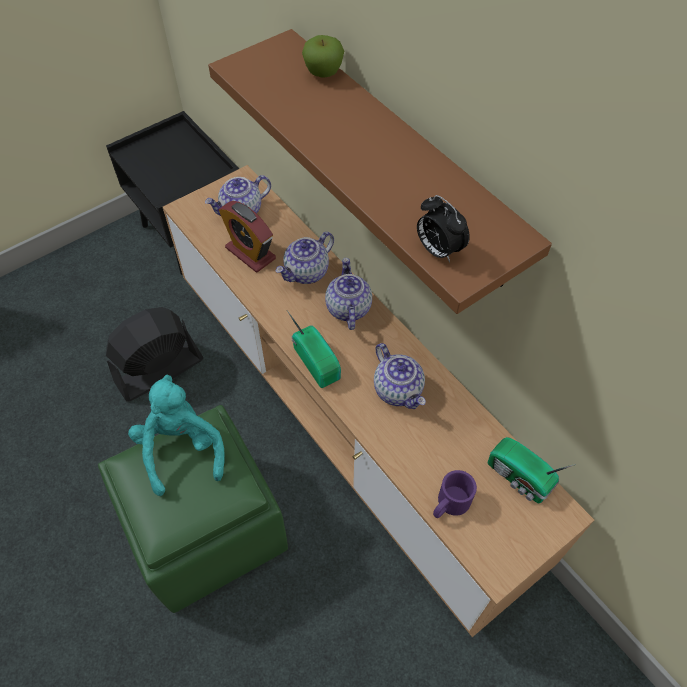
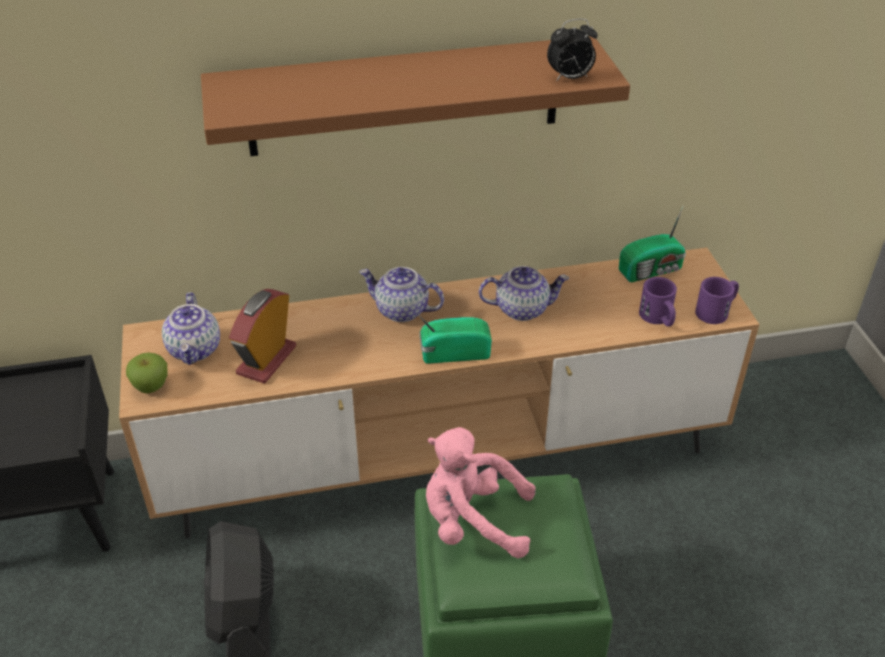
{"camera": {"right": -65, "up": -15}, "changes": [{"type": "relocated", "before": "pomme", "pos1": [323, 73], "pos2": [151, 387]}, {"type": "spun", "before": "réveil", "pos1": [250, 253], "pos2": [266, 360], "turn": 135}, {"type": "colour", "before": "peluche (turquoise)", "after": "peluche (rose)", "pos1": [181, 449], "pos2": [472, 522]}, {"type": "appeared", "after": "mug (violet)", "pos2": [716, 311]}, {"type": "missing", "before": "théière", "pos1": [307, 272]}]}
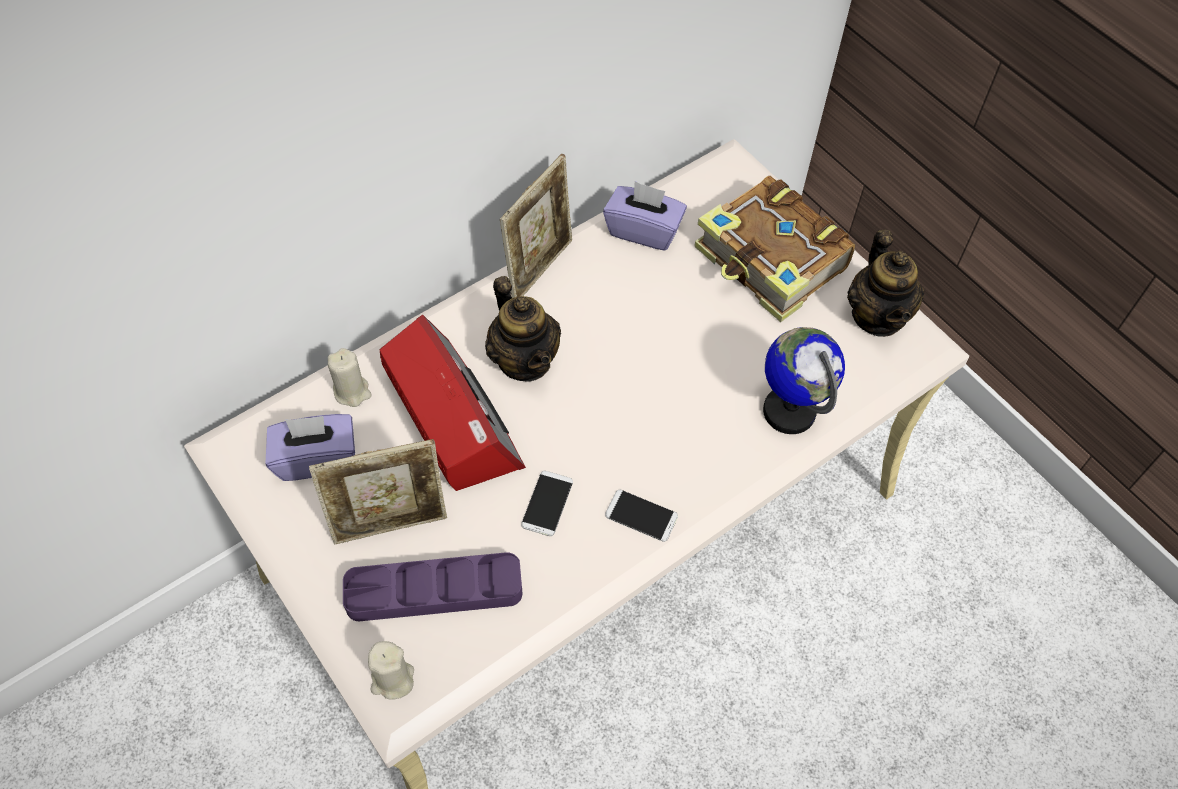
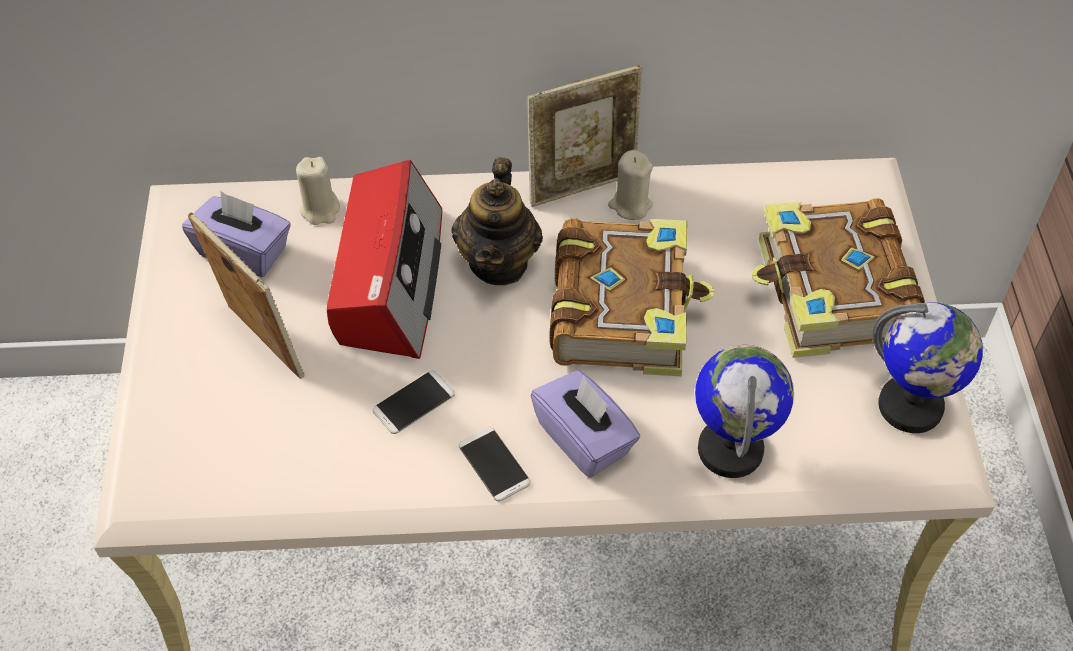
{"camera": {"right": 35, "up": -5}, "changes": [{"type": "spun", "before": "cadre photo", "pos1": [391, 524], "pos2": [260, 343], "turn": -150}, {"type": "relocated", "before": "boîte à mouchoirs (violet)", "pos1": [643, 230], "pos2": [584, 439]}, {"type": "appeared", "after": "livre", "pos2": [623, 310]}, {"type": "relocated", "before": "bougie (beige)", "pos1": [392, 679], "pos2": [630, 205]}, {"type": "exchanged", "before": "théière", "after": "globe", "pos1": [877, 316], "pos2": [910, 407]}, {"type": "missing", "before": "plateau (violet)", "pos1": [434, 591]}]}
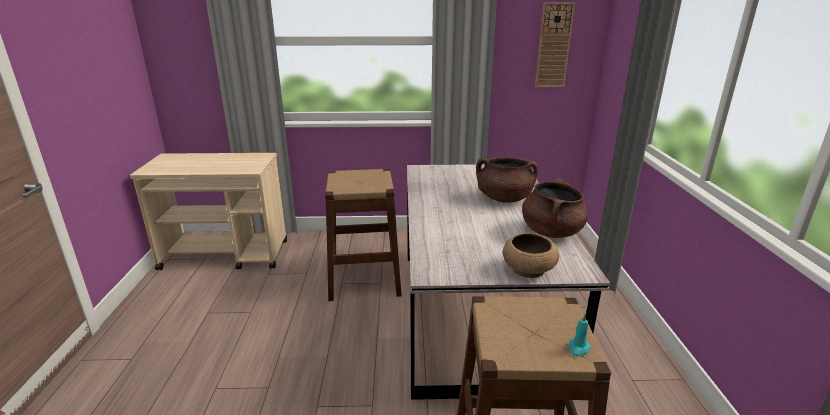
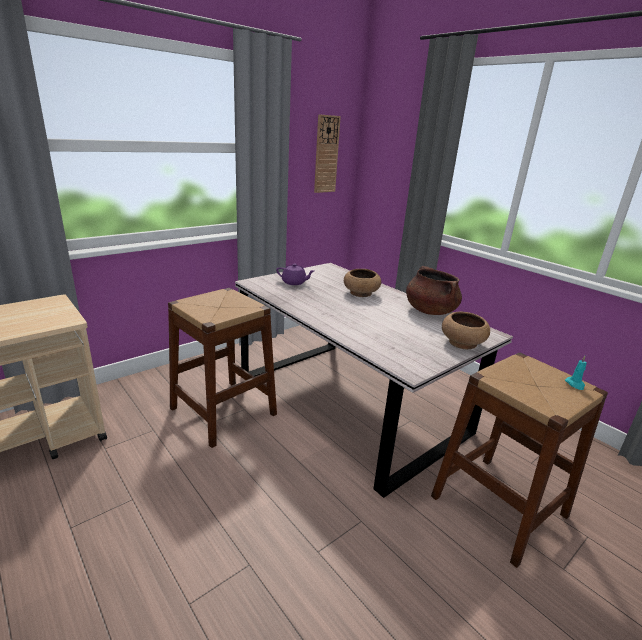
{"camera": {"right": -40, "up": 0}, "changes": [{"type": "appeared", "after": "théière (violet)", "pos2": [294, 282]}, {"type": "exchanged", "before": "marmite (marron)", "after": "bol (marron)", "pos1": [504, 198], "pos2": [361, 293]}]}
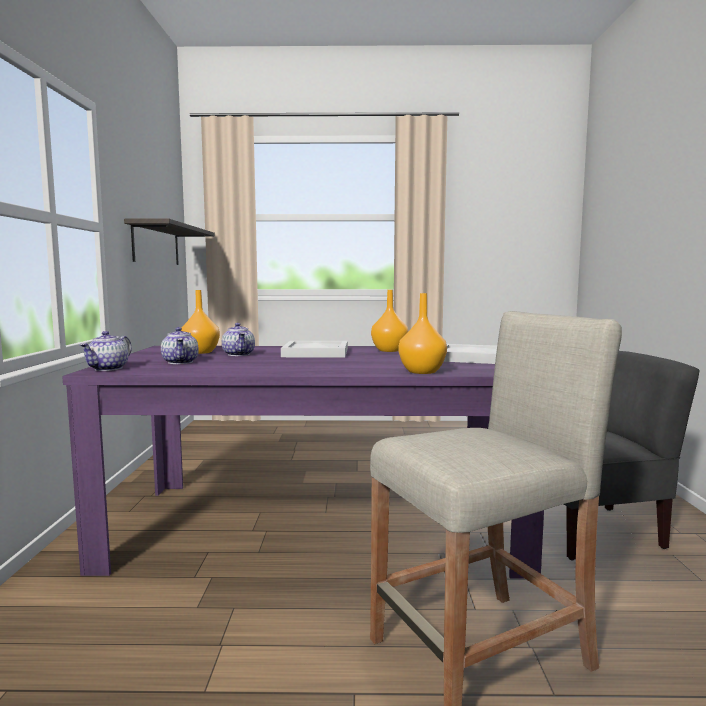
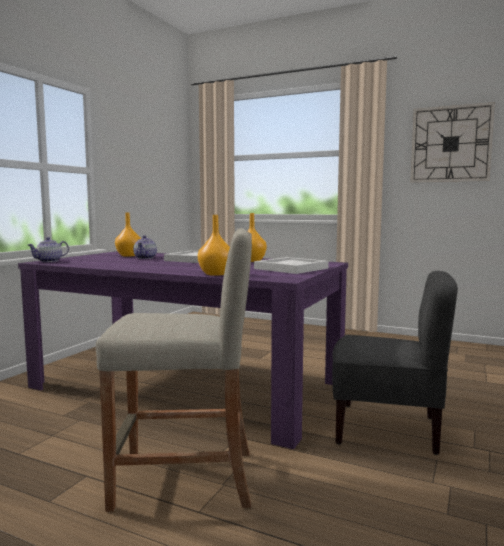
{"camera": {"right": 25, "up": 0}, "changes": [{"type": "appeared", "after": "horloge murale", "pos2": [450, 144]}, {"type": "missing", "before": "étagère", "pos1": [156, 245]}, {"type": "missing", "before": "théière", "pos1": [181, 362]}]}
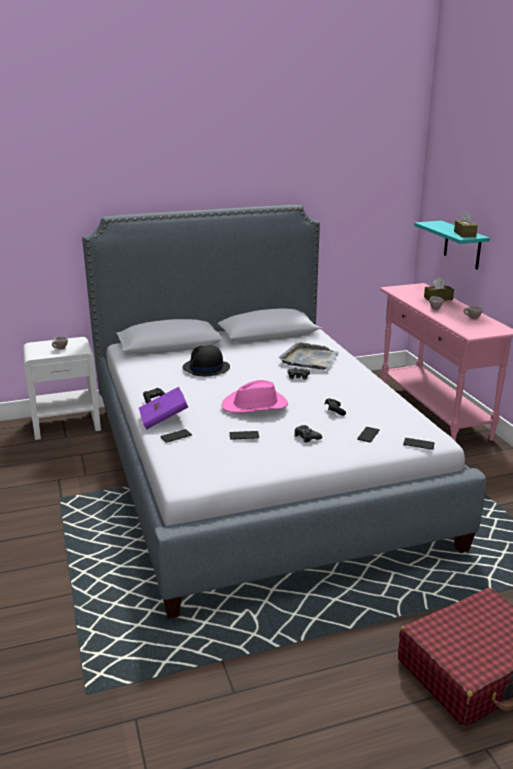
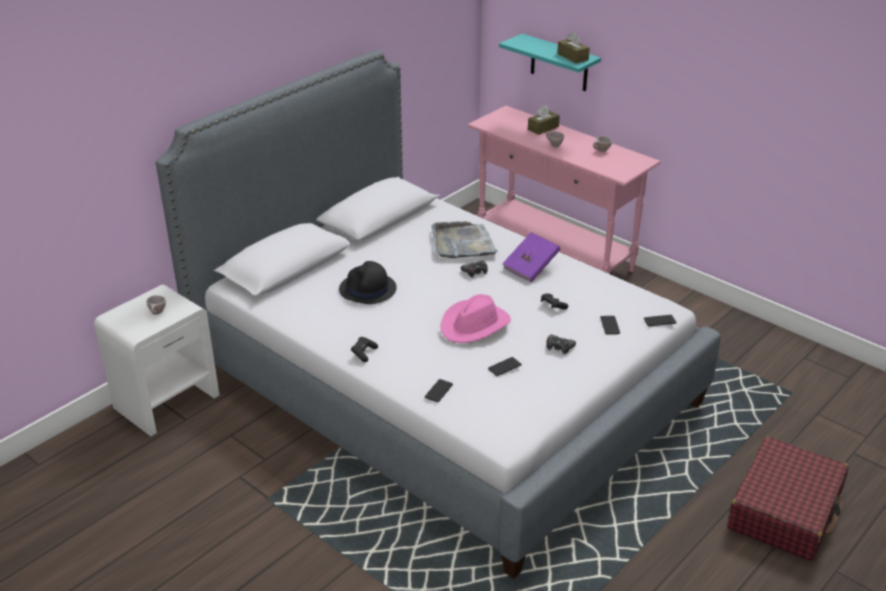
{"camera": {"right": -30, "up": 10}, "changes": [{"type": "relocated", "before": "livre (violet)", "pos1": [163, 419], "pos2": [531, 268]}]}
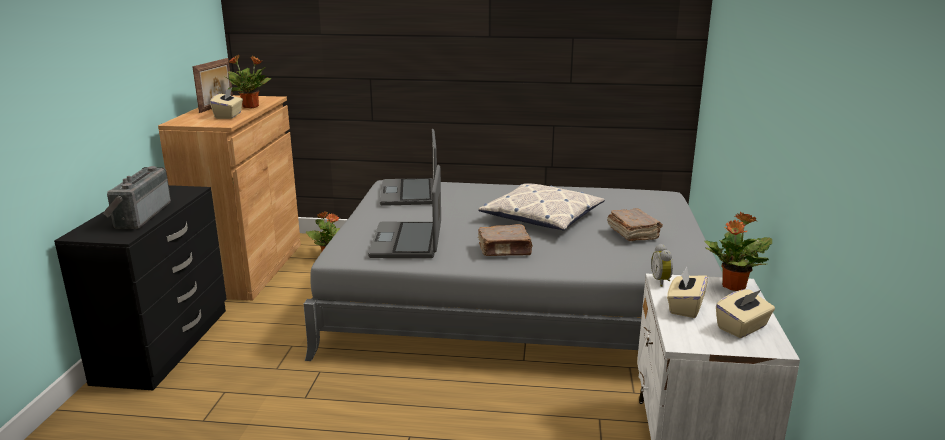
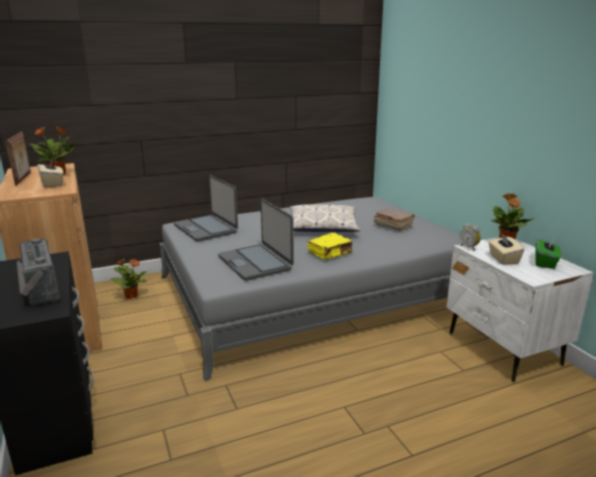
{"camera": {"right": -30, "up": 0}, "changes": [{"type": "colour", "before": "livre (marron)", "after": "livre (jaune)", "pos1": [505, 250], "pos2": [330, 253]}, {"type": "colour", "before": "boîte à mouchoirs (beige)", "after": "boîte à mouchoirs (vert)", "pos1": [742, 327], "pos2": [545, 263]}]}
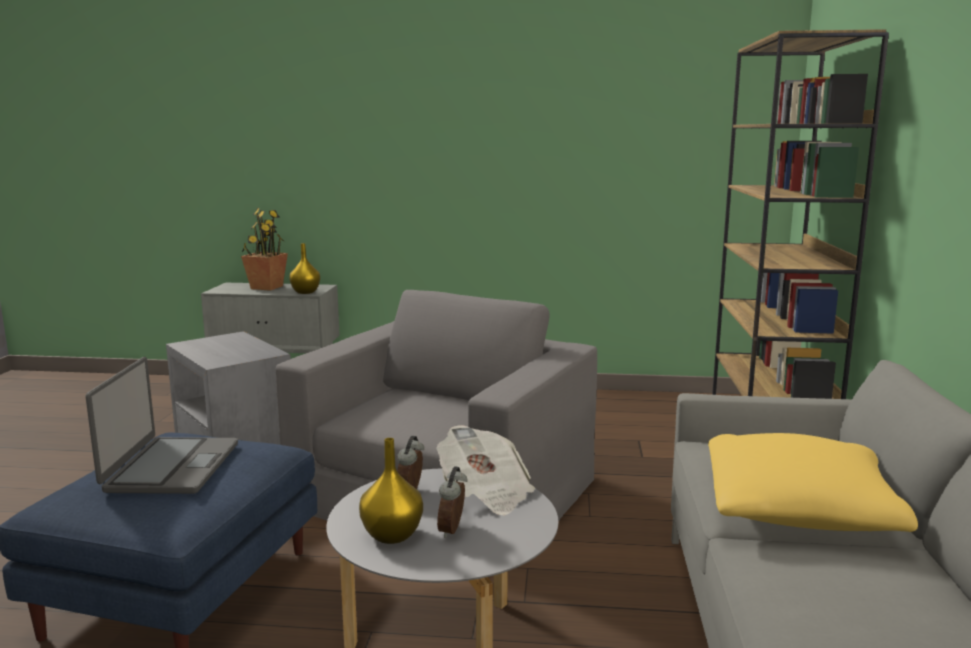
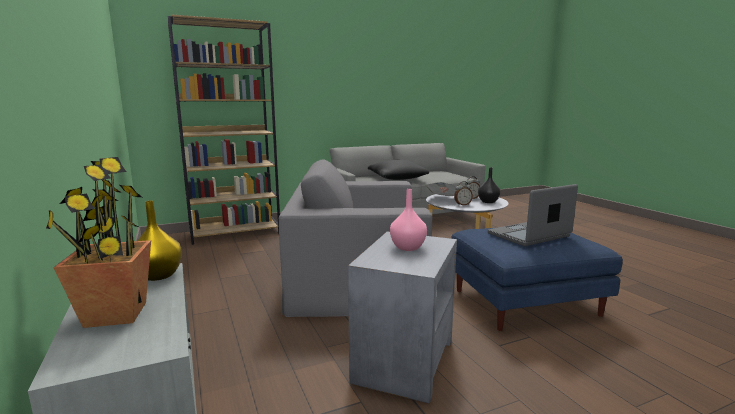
{"camera": {"right": -120, "up": 0}, "changes": [{"type": "colour", "before": "coussin (jaune)", "after": "coussin (noir)", "pos1": [798, 509], "pos2": [397, 179]}, {"type": "appeared", "after": "vase (rose)", "pos2": [407, 247]}, {"type": "colour", "before": "vase (jaune)", "after": "vase (noir)", "pos1": [392, 534], "pos2": [488, 202]}]}
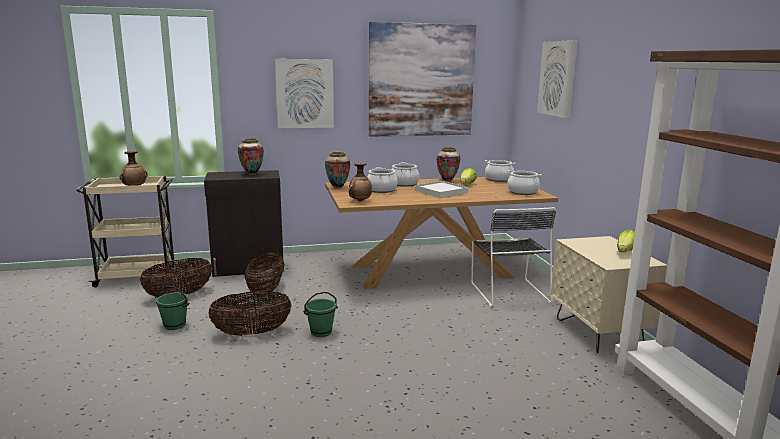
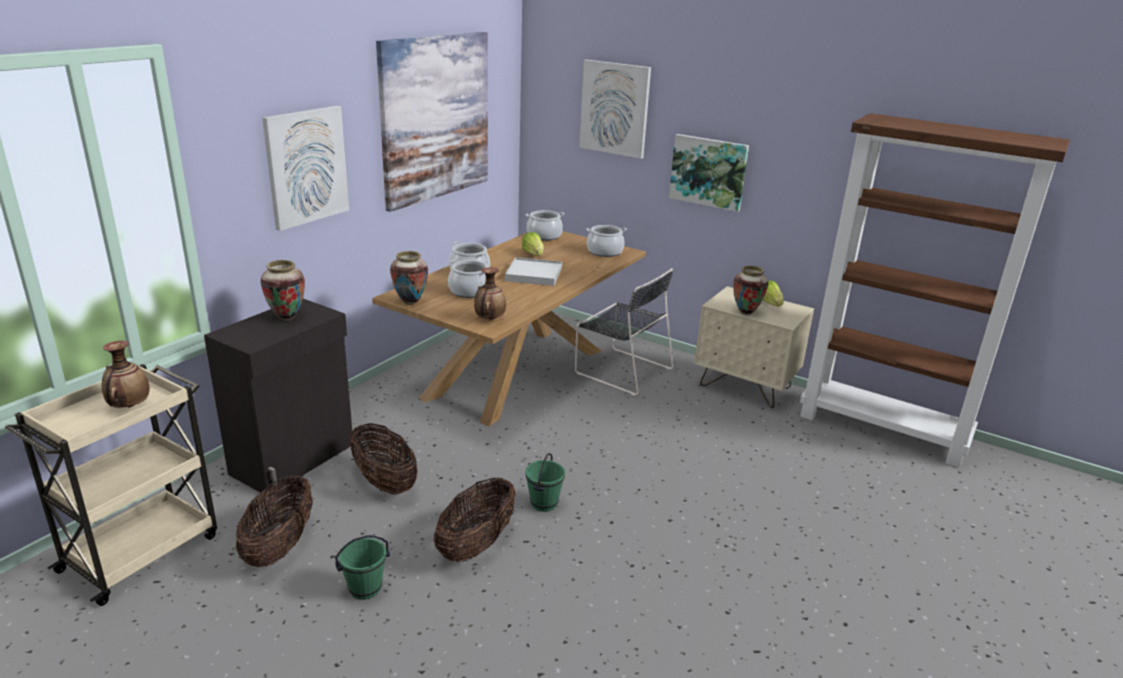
{"camera": {"right": -45, "up": 10}, "changes": [{"type": "appeared", "after": "tableau", "pos2": [708, 172]}, {"type": "relocated", "before": "vase", "pos1": [447, 180], "pos2": [746, 312]}]}
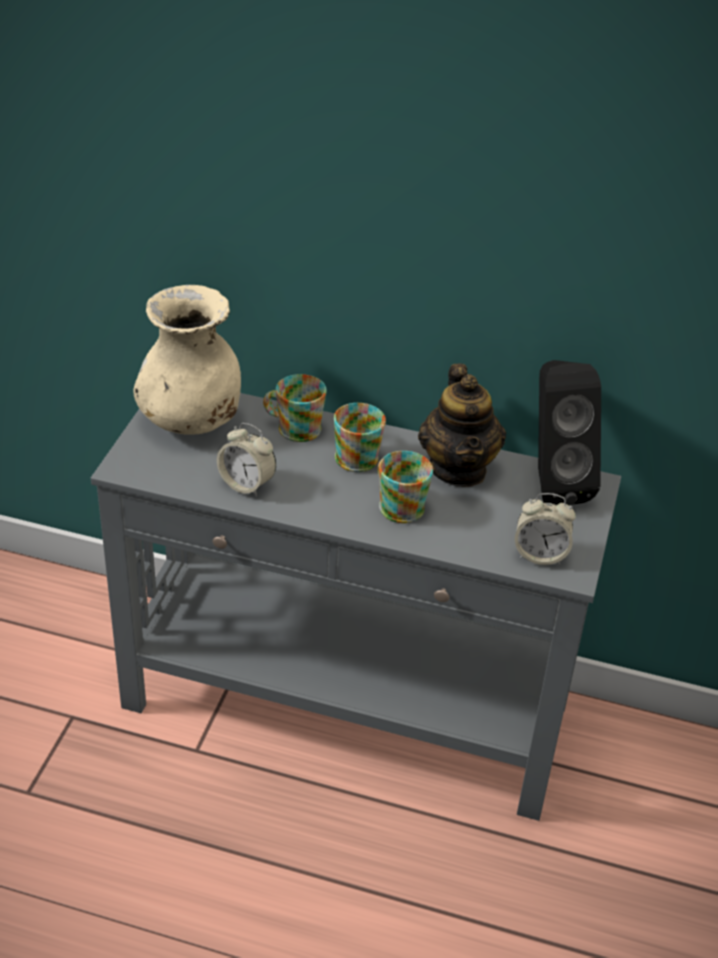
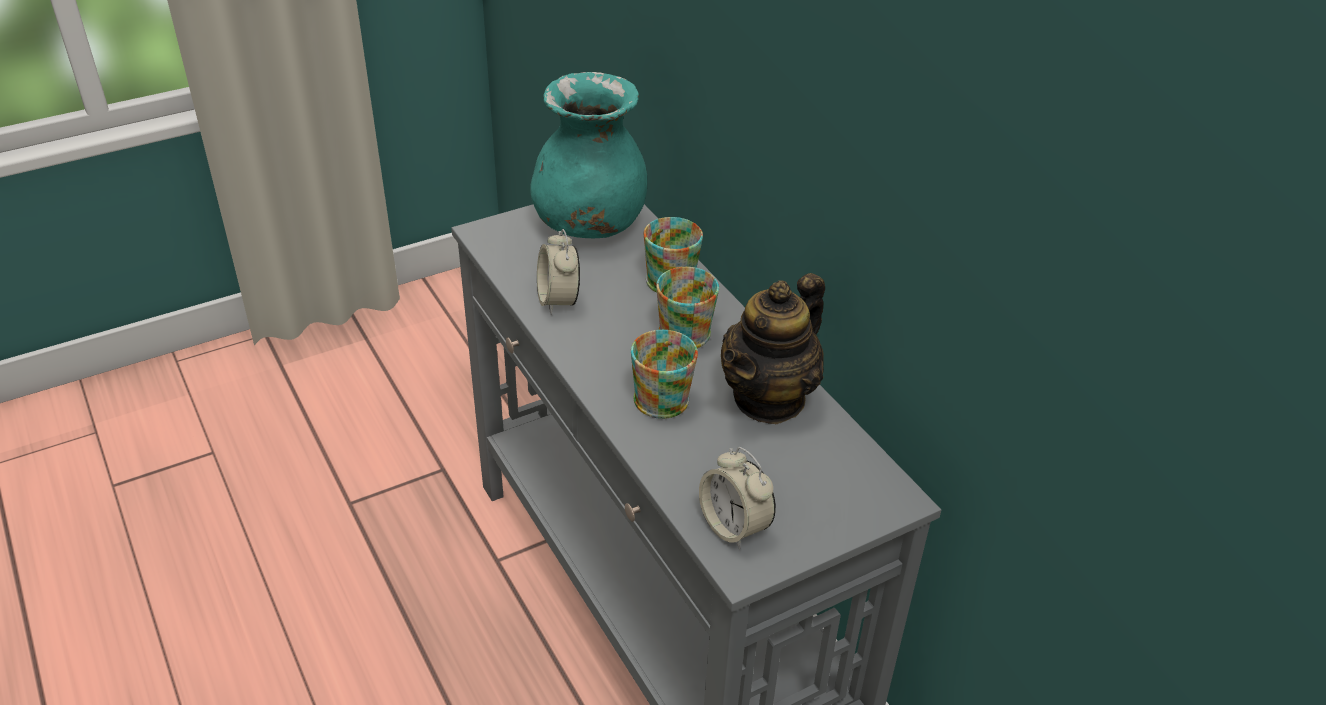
{"camera": {"right": 45, "up": 0}, "changes": [{"type": "colour", "before": "vase (beige)", "after": "vase (turquoise)", "pos1": [191, 420], "pos2": [590, 226]}, {"type": "missing", "before": "enceinte (noir)", "pos1": [552, 483]}]}
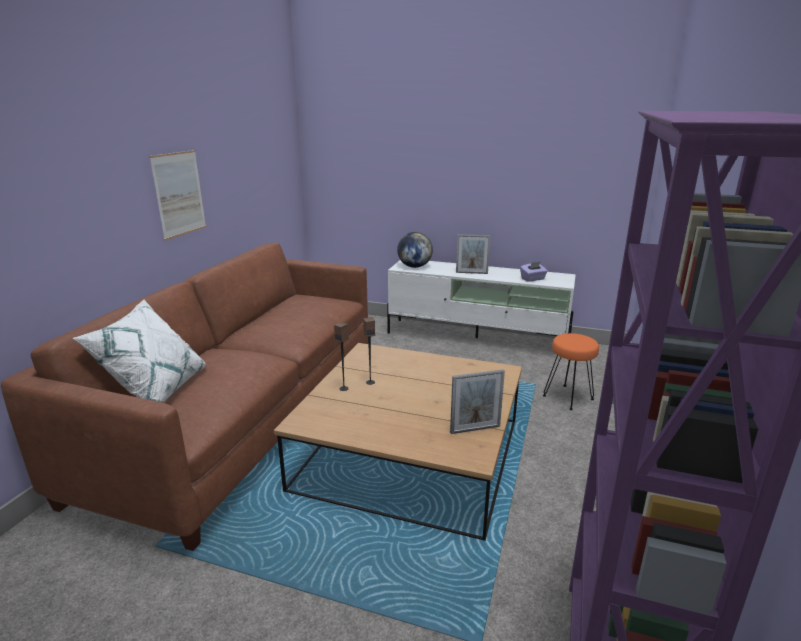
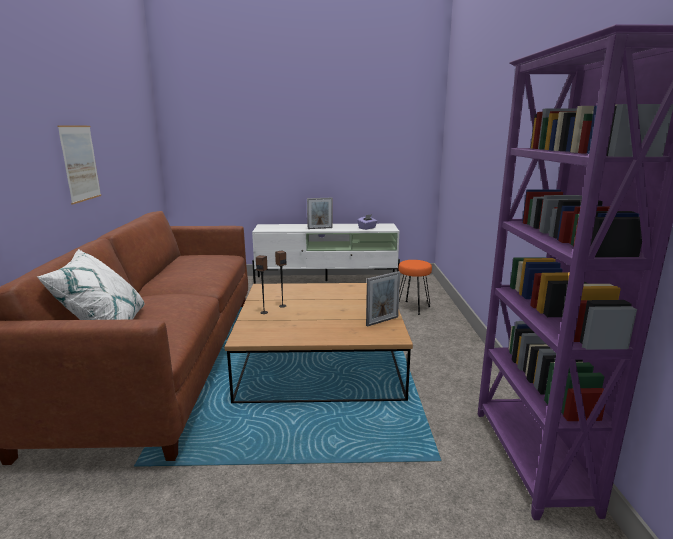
{"camera": {"right": -20, "up": -5}, "changes": [{"type": "missing", "before": "globe", "pos1": [414, 266]}]}
